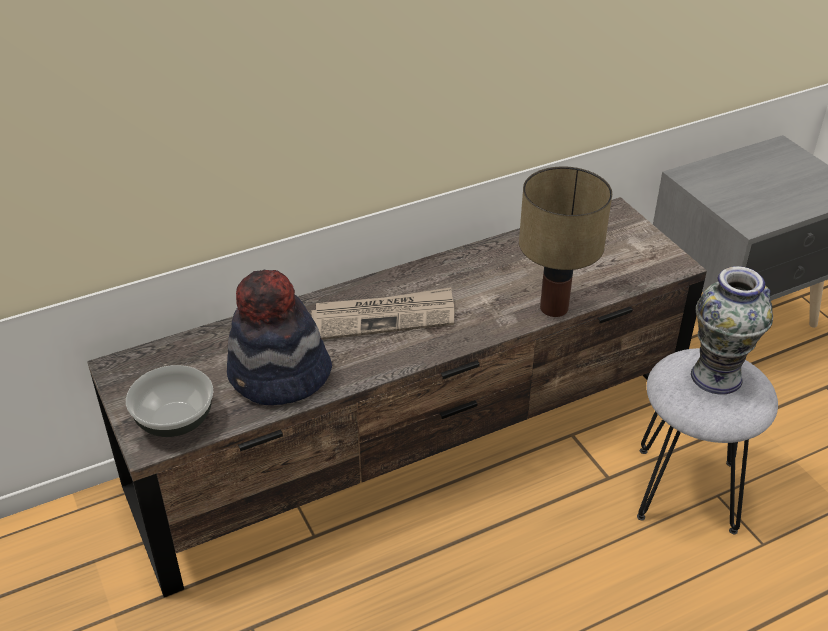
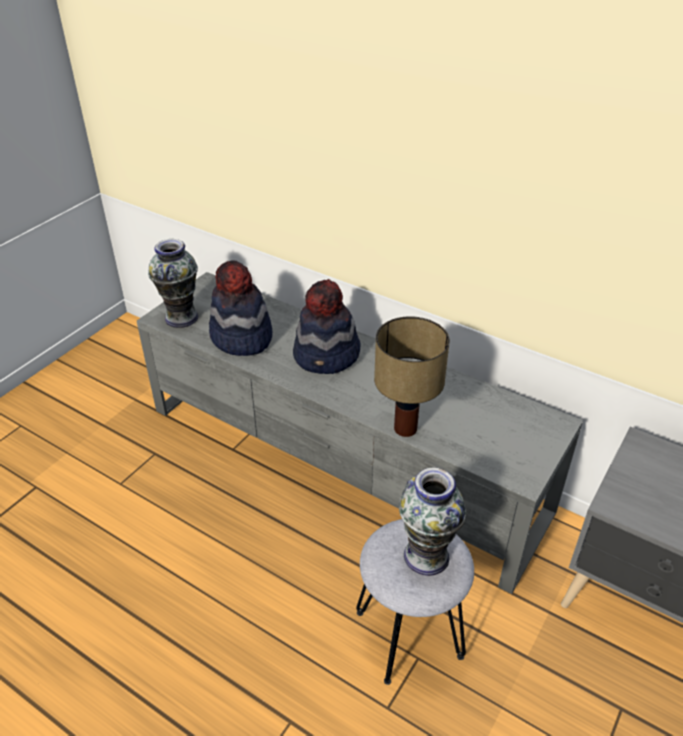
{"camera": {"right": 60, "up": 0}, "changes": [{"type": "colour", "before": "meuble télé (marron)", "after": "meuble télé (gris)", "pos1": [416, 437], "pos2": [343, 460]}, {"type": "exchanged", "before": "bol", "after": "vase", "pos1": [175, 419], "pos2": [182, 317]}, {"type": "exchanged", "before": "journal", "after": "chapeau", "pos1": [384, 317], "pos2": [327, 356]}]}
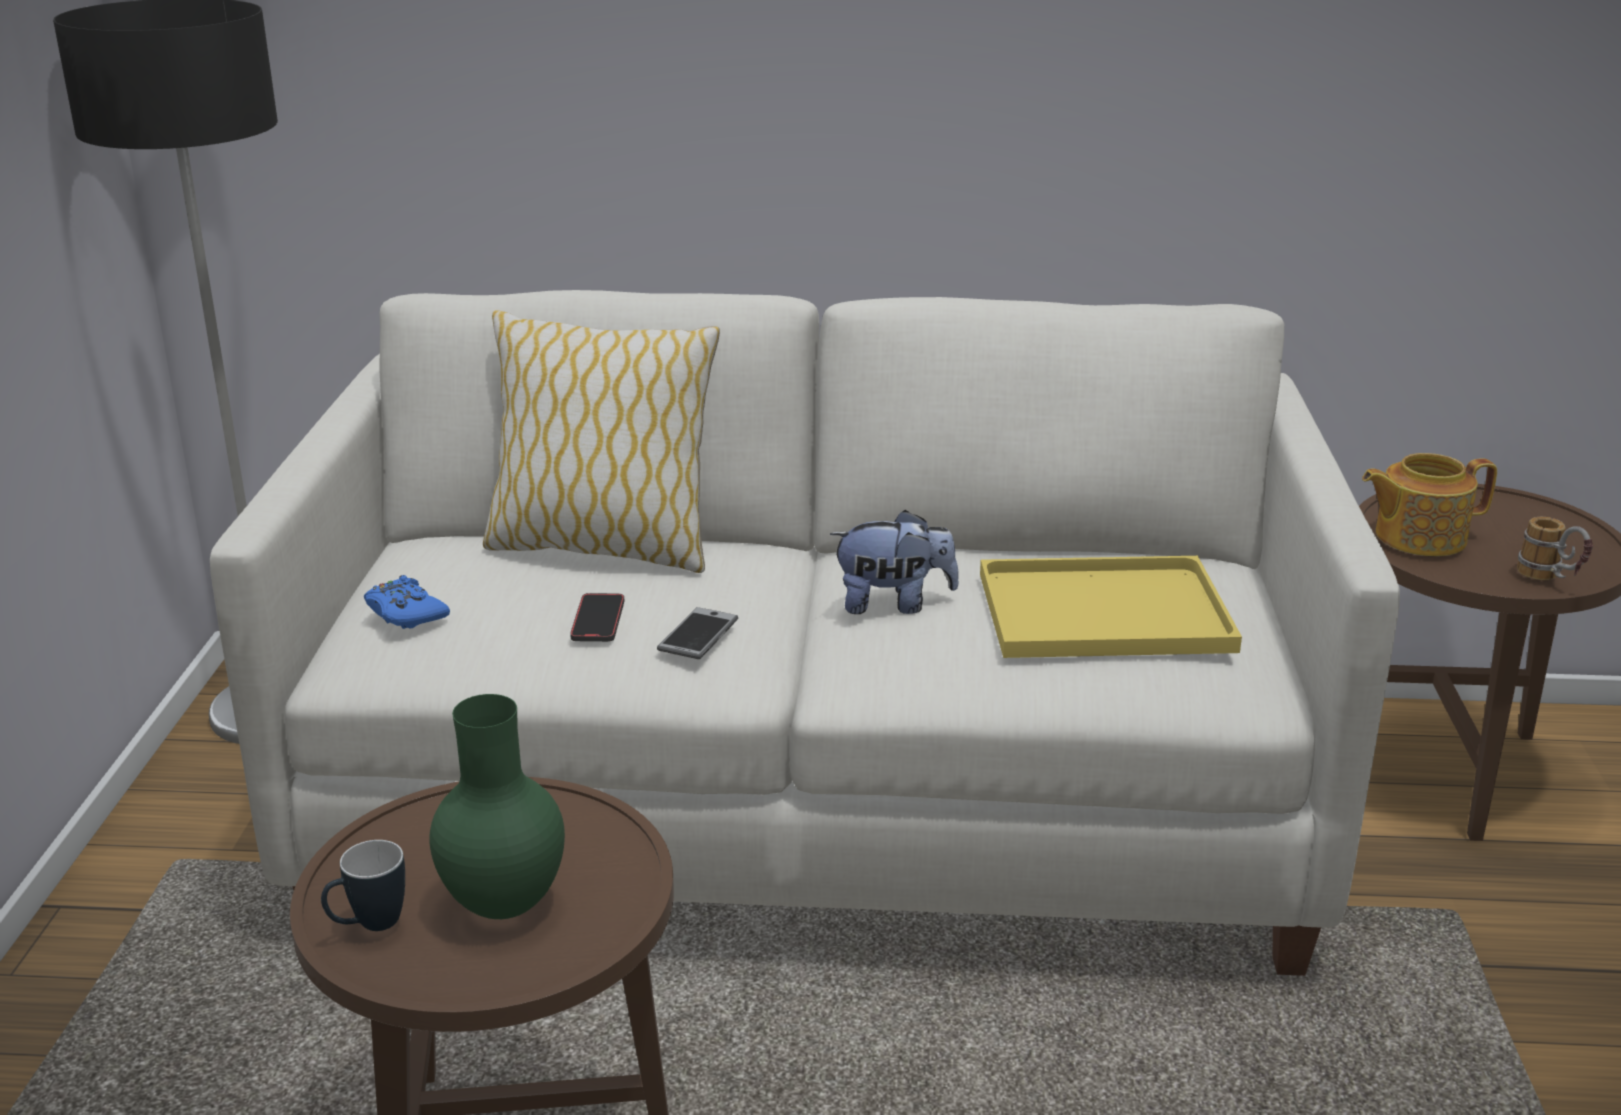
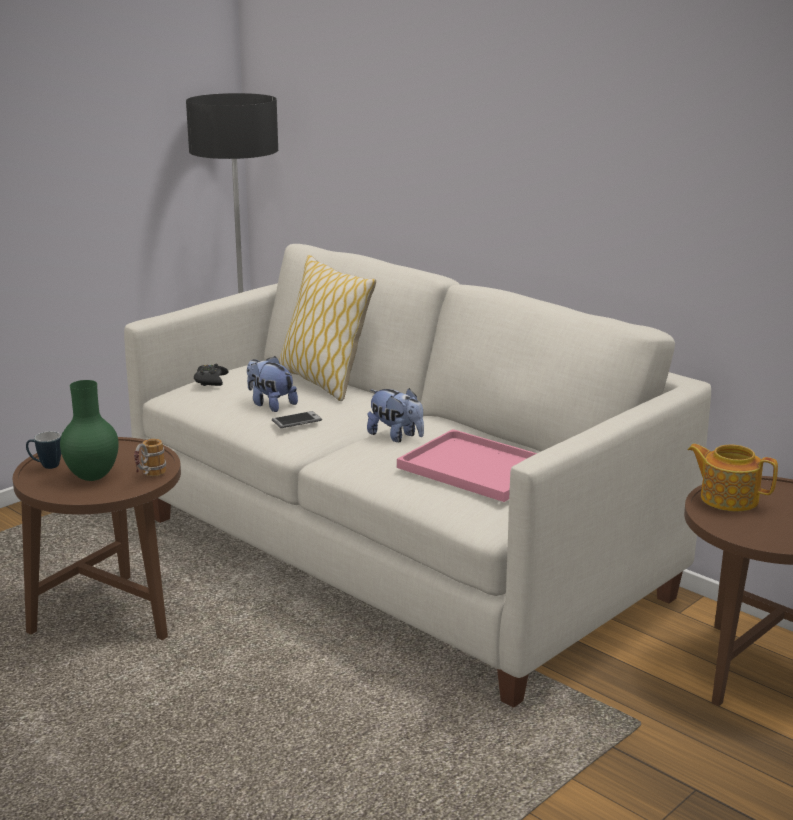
{"camera": {"right": 40, "up": -5}, "changes": [{"type": "relocated", "before": "mug", "pos1": [1550, 580], "pos2": [149, 476]}, {"type": "colour", "before": "manette (bleu)", "after": "manette (noir)", "pos1": [405, 613], "pos2": [210, 381]}, {"type": "exchanged", "before": "téléphone", "after": "peluche", "pos1": [598, 621], "pos2": [270, 404]}, {"type": "colour", "before": "plateau (jaune)", "after": "plateau (rose)", "pos1": [1108, 610], "pos2": [480, 468]}]}
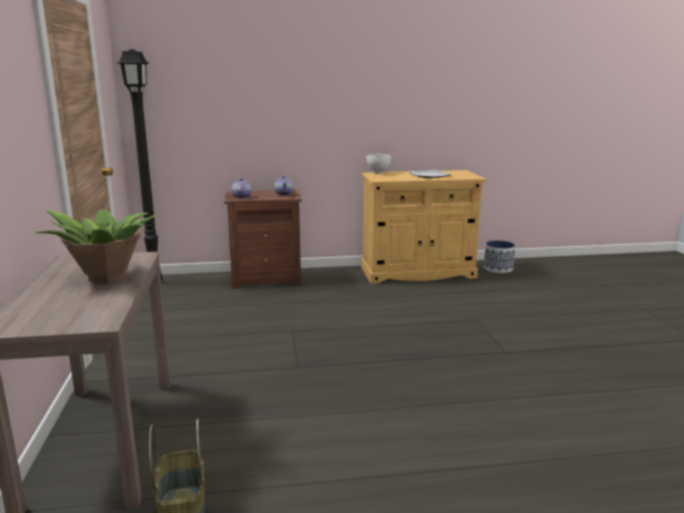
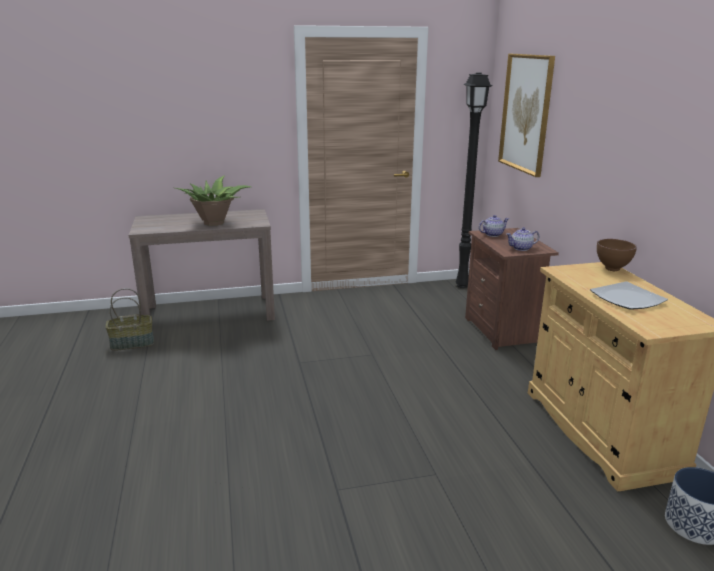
{"camera": {"right": 85, "up": 5}, "changes": [{"type": "appeared", "after": "tableau", "pos2": [526, 113]}, {"type": "colour", "before": "bol (blanc)", "after": "bol (marron)", "pos1": [378, 173], "pos2": [613, 269]}]}
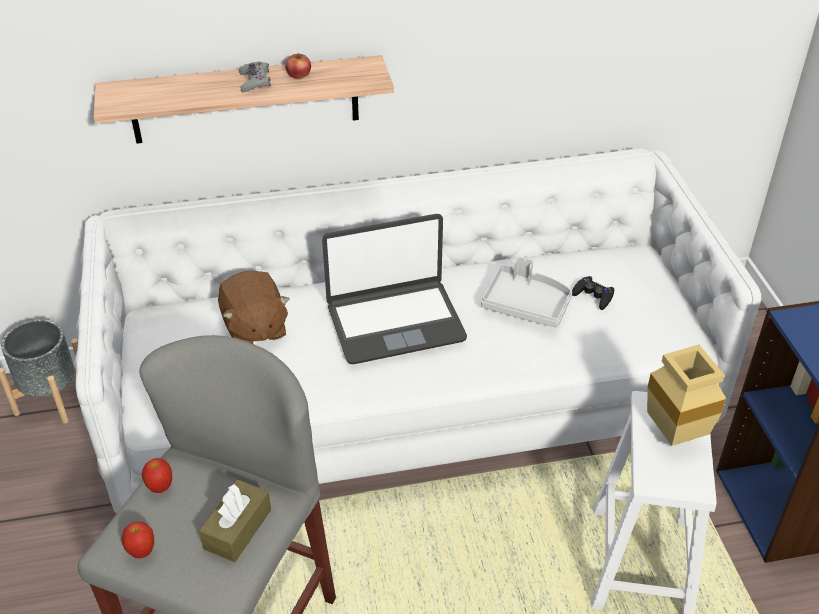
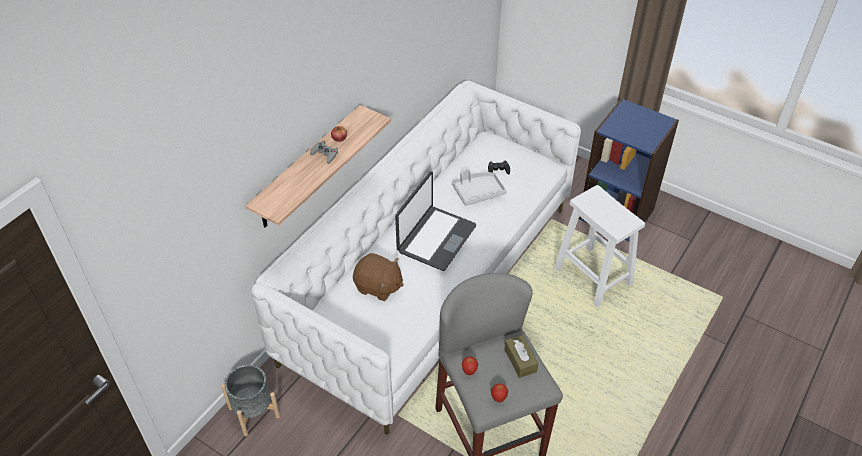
{"camera": {"right": -45, "up": 5}, "changes": [{"type": "missing", "before": "vase (beige)", "pos1": [678, 437]}]}
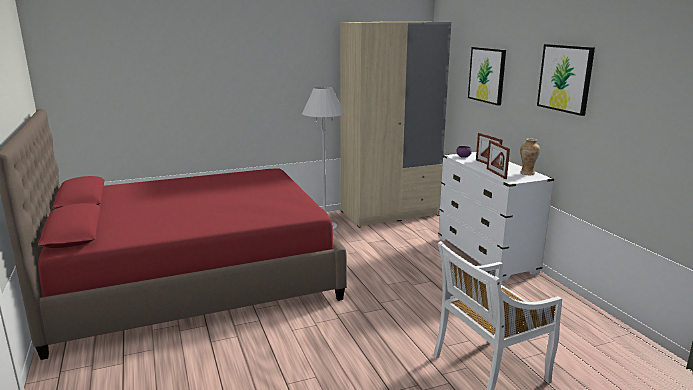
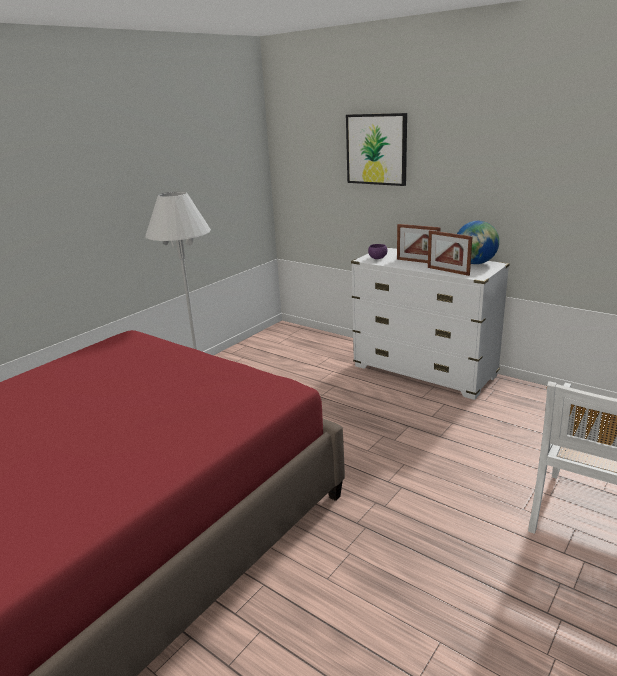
{"camera": {"right": -30, "up": 5}, "changes": [{"type": "exchanged", "before": "vase", "after": "globe", "pos1": [527, 173], "pos2": [475, 263]}, {"type": "missing", "before": "armoire (beige)", "pos1": [389, 213]}, {"type": "missing", "before": "tableau", "pos1": [565, 78]}]}
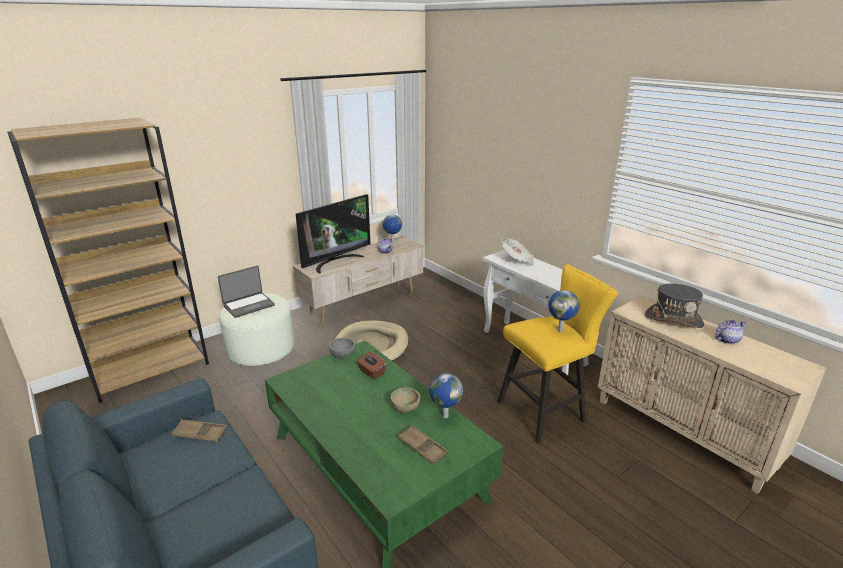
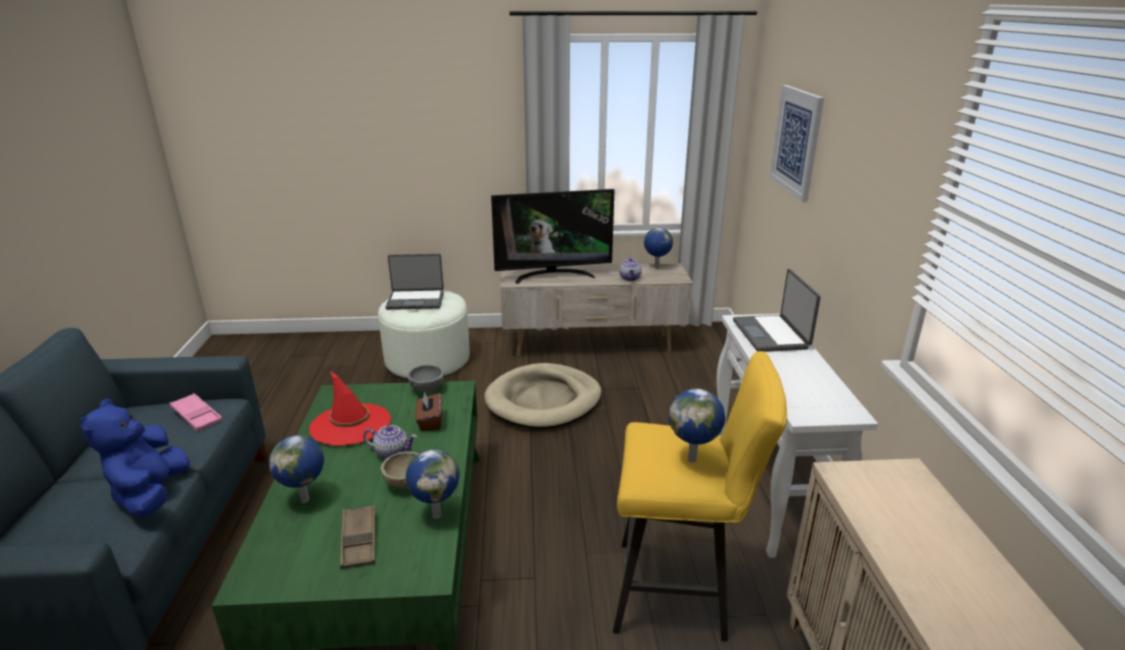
{"camera": {"right": 35, "up": 0}, "changes": [{"type": "appeared", "after": "peluche (bleu)", "pos2": [151, 494]}, {"type": "colour", "before": "plateau (marron)", "after": "plateau (rose)", "pos1": [200, 433], "pos2": [197, 416]}, {"type": "appeared", "after": "globe", "pos2": [306, 500]}, {"type": "appeared", "after": "chapeau (rouge)", "pos2": [350, 424]}, {"type": "relocated", "before": "théière", "pos1": [727, 339], "pos2": [392, 453]}, {"type": "exchanged", "before": "journal", "after": "ordinateur portable", "pos1": [517, 260], "pos2": [772, 334]}, {"type": "appeared", "after": "tableau", "pos2": [796, 141]}, {"type": "missing", "before": "bibliothèque (marron)", "pos1": [151, 370]}, {"type": "missing", "before": "chapeau (gris)", "pos1": [673, 319]}]}
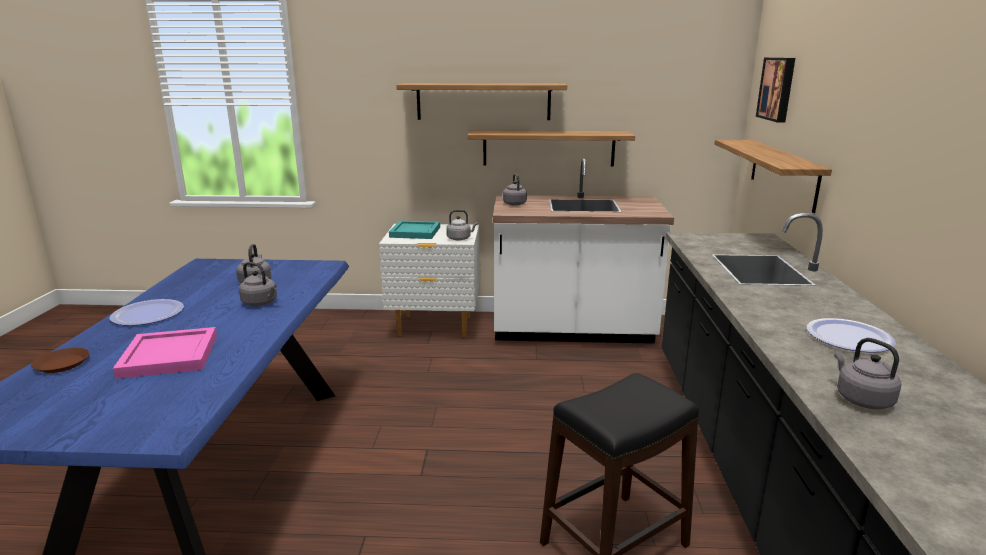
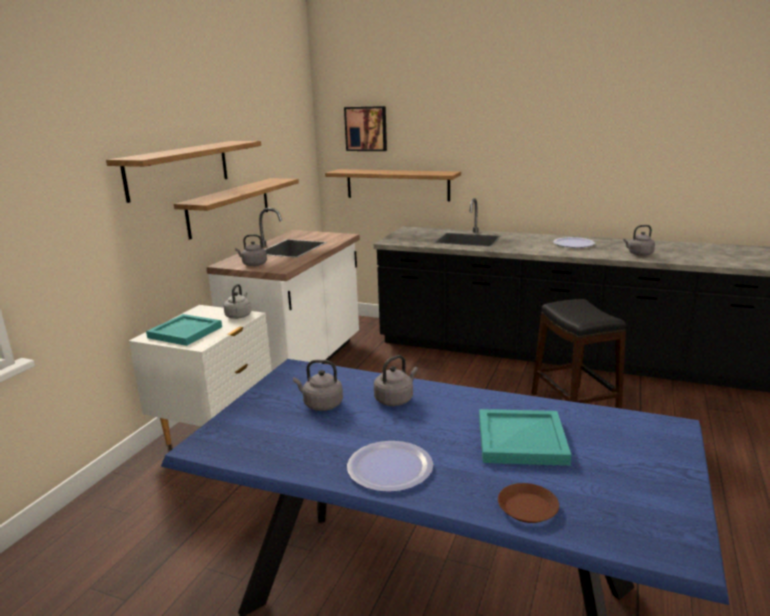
{"camera": {"right": -70, "up": 0}, "changes": [{"type": "colour", "before": "plateau (rose)", "after": "plateau (turquoise)", "pos1": [171, 355], "pos2": [520, 439]}]}
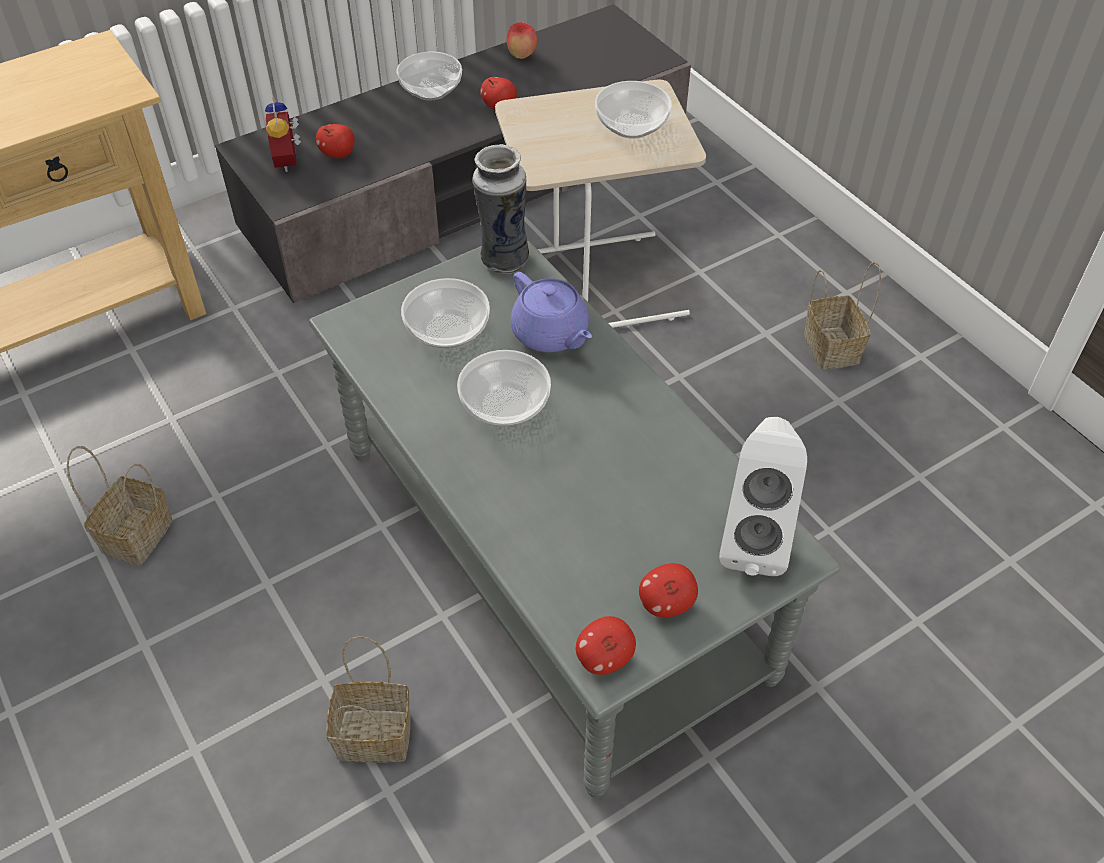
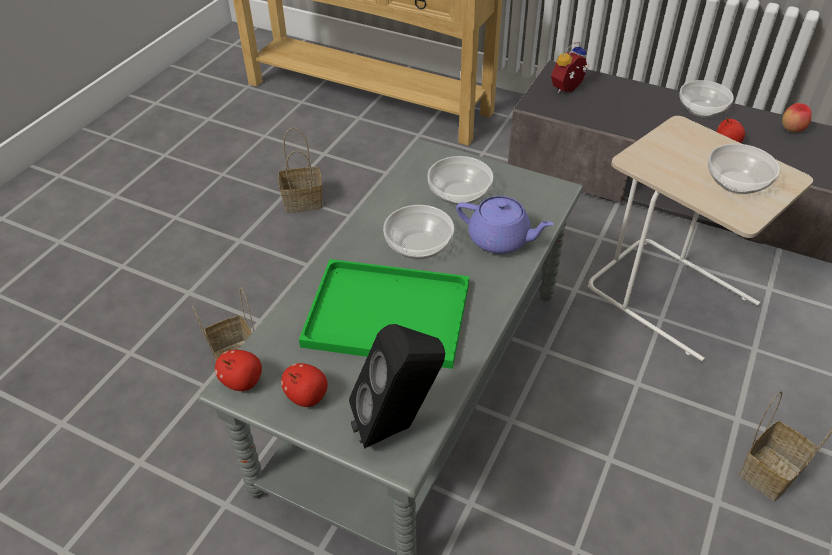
{"camera": {"right": 60, "up": -5}, "changes": [{"type": "appeared", "after": "plateau (vert)", "pos2": [384, 315]}, {"type": "colour", "before": "enceinte (blanc)", "after": "enceinte (noir)", "pos1": [754, 539], "pos2": [398, 425]}, {"type": "spun", "before": "théière (violet)", "pos1": [551, 334], "pos2": [500, 240], "turn": -90}, {"type": "missing", "before": "pomme", "pos1": [338, 154]}, {"type": "missing", "before": "vase", "pos1": [503, 260]}]}
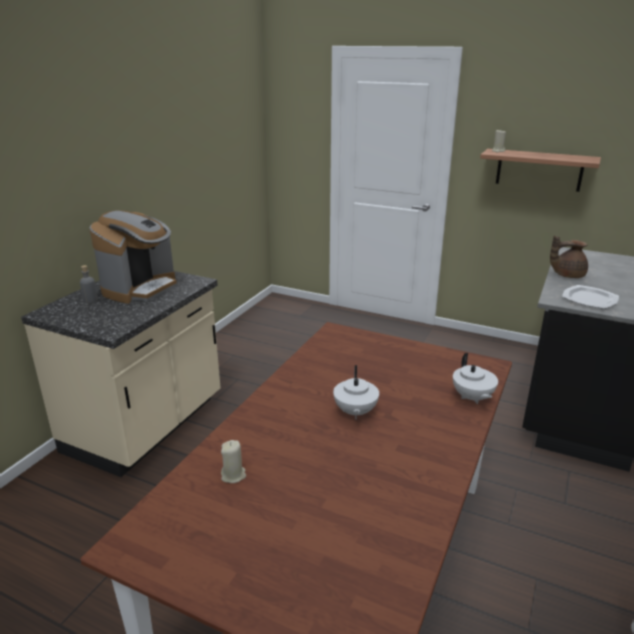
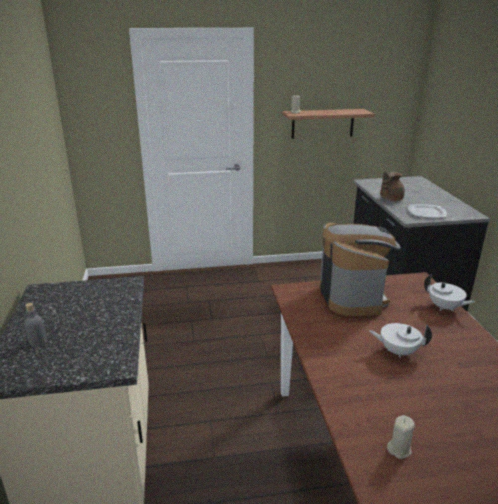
{"camera": {"right": -35, "up": 0}, "changes": [{"type": "relocated", "before": "machine à café", "pos1": [141, 288], "pos2": [353, 296]}, {"type": "spun", "before": "théière (blanc)", "pos1": [355, 412], "pos2": [397, 351], "turn": 135}]}
